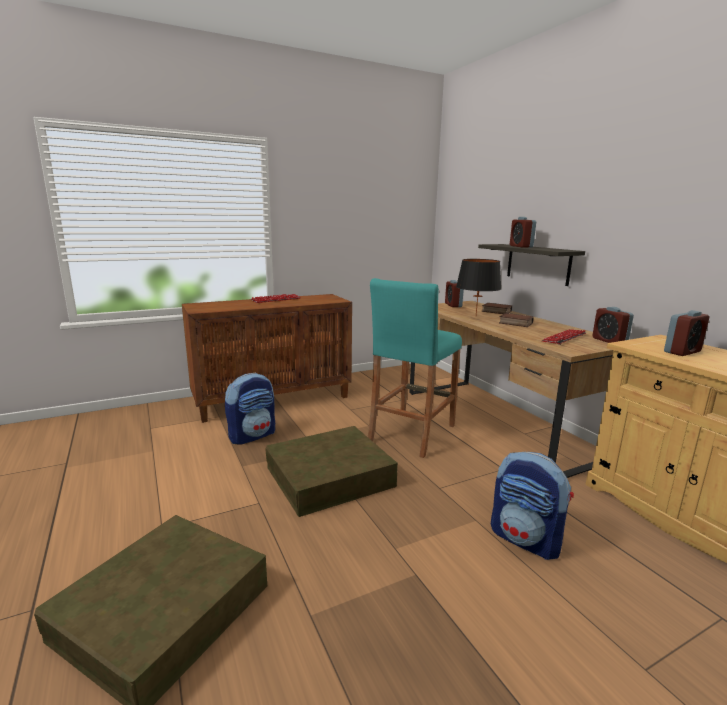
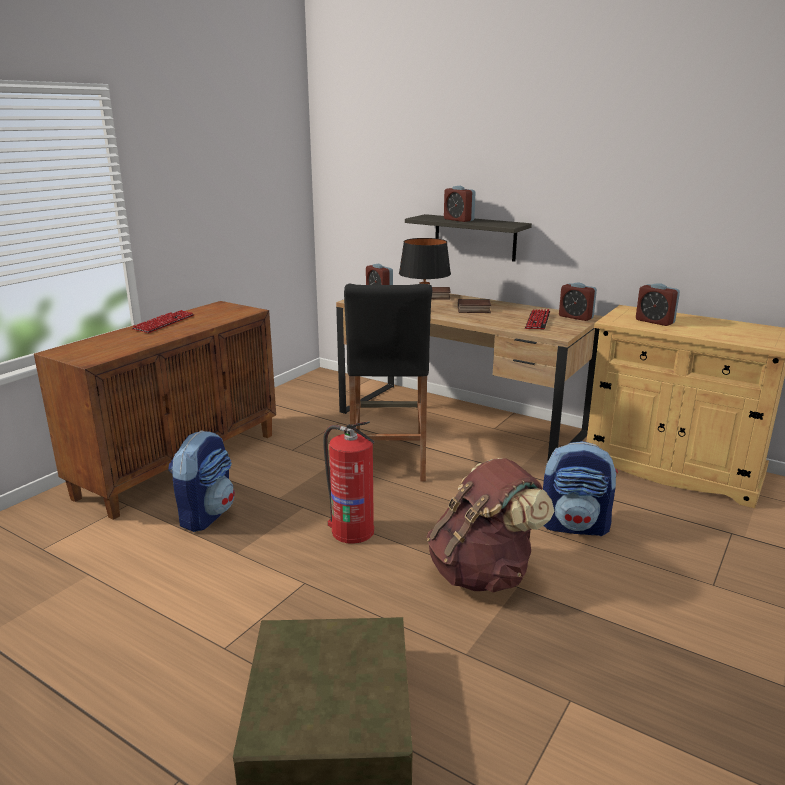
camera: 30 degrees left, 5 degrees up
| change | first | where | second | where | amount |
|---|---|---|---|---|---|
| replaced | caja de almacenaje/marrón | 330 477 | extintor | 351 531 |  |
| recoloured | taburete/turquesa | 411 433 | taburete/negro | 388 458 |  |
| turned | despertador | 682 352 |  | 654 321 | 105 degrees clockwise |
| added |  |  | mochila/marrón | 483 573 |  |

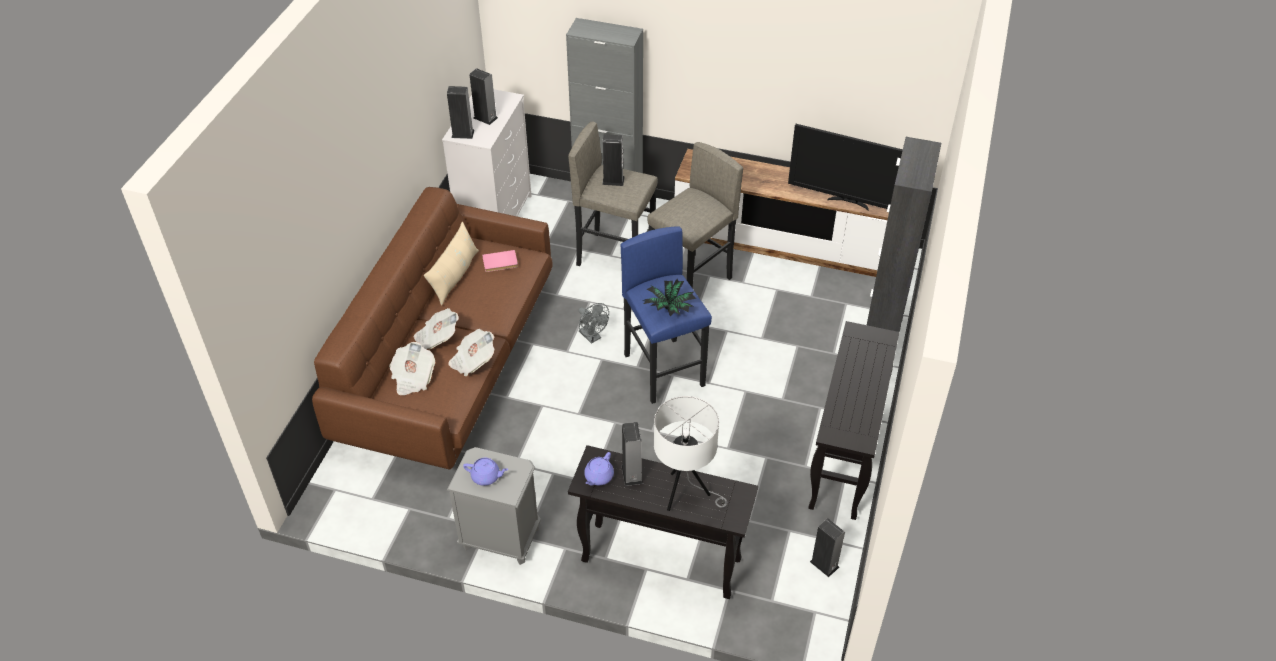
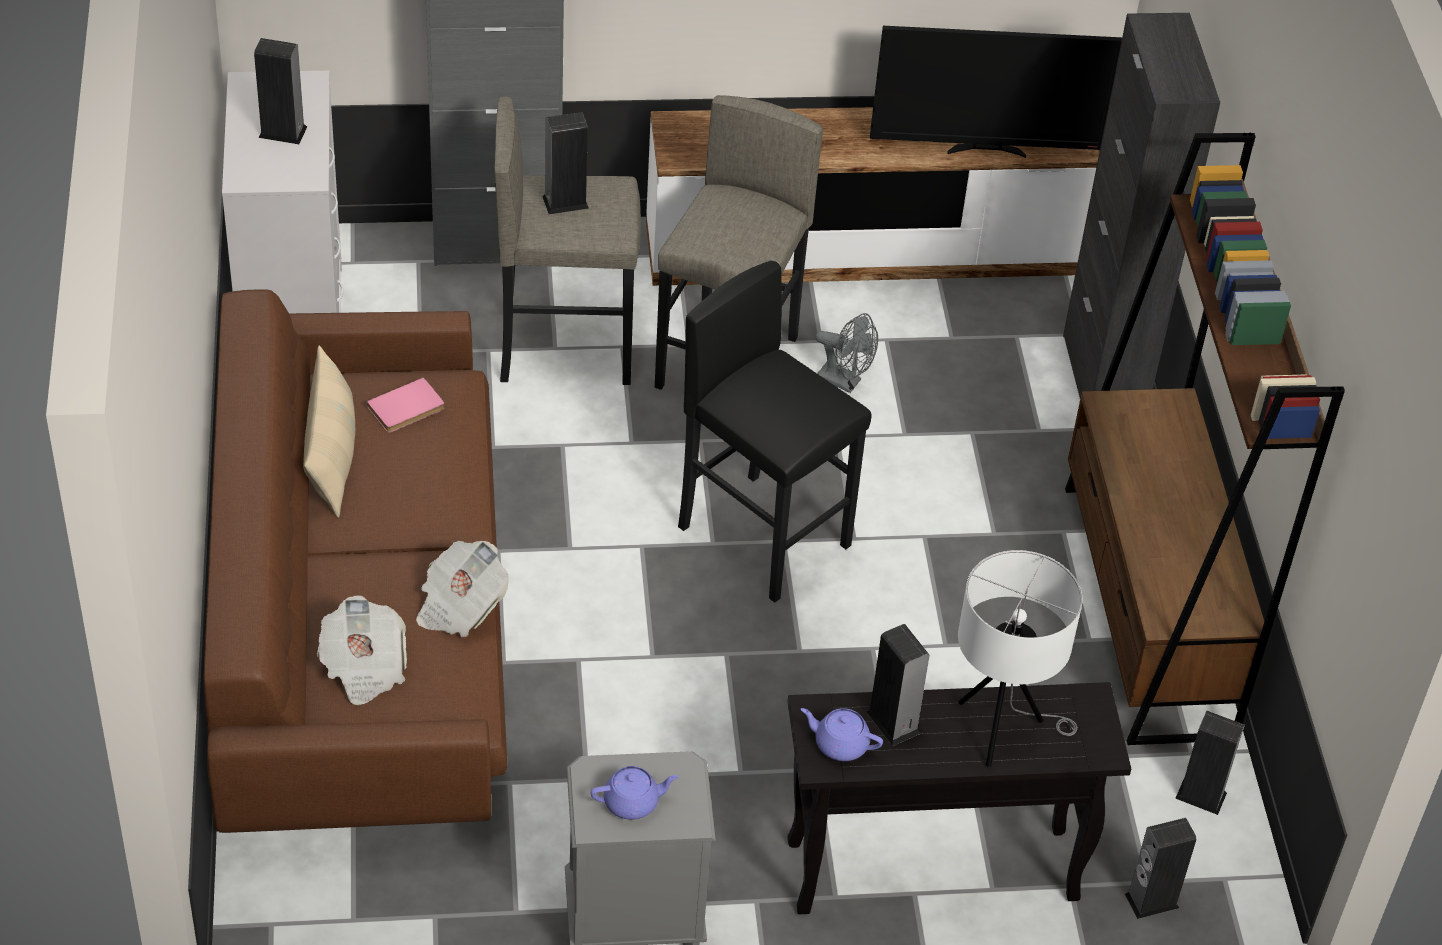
camera: 25 degrees left, 0 degrees up
| change | first | where | second | where | amount |
|---|---|---|---|---|---|
| removed | periódico | 437 338 |  |  |  |
| moved | altavoz | 463 134 |  | 1151 901 |  |
| moved | ventilador/gris | 592 337 |  | 845 382 |  |
| turned | tetera/morado | 598 477 |  | 840 744 | 105 degrees clockwise |
| recoloured | taburete/azul | 664 370 | taburete/negro | 764 536 |  |
| removed | planta en maceta | 669 308 |  |  |  |
| replaced | mesa consola/negro | 844 459 | estantería/marrón | 1147 610 |  |

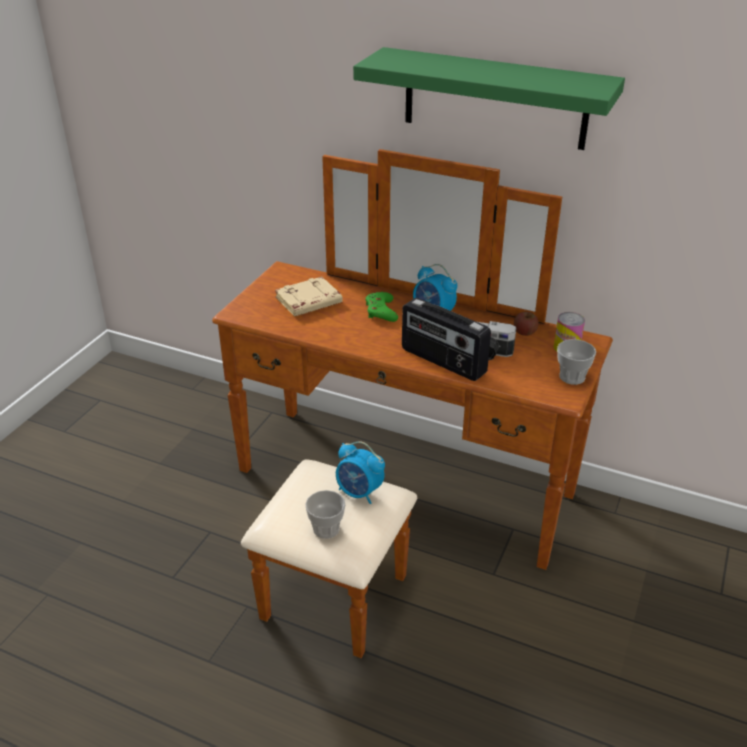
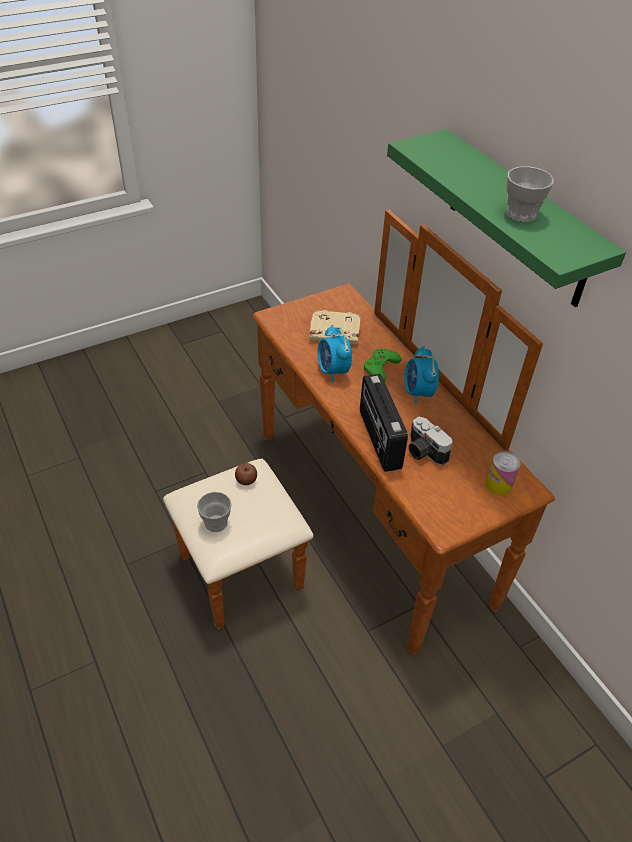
camera: 35 degrees right, 10 degrees up
| change | first | where | second | where | amount |
|---|---|---|---|---|---|
| moved | despertador | 359 492 |  | 333 371 |  |
| moved | manzana | 524 332 |  | 246 480 |  |
| moved | taza | 572 377 |  | 521 214 |  |

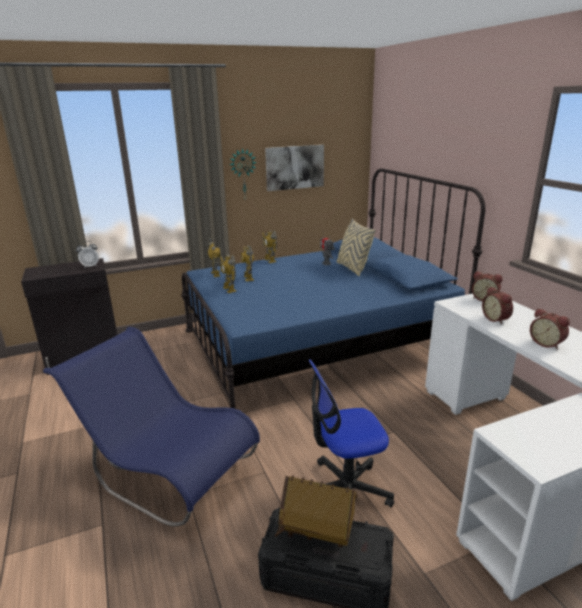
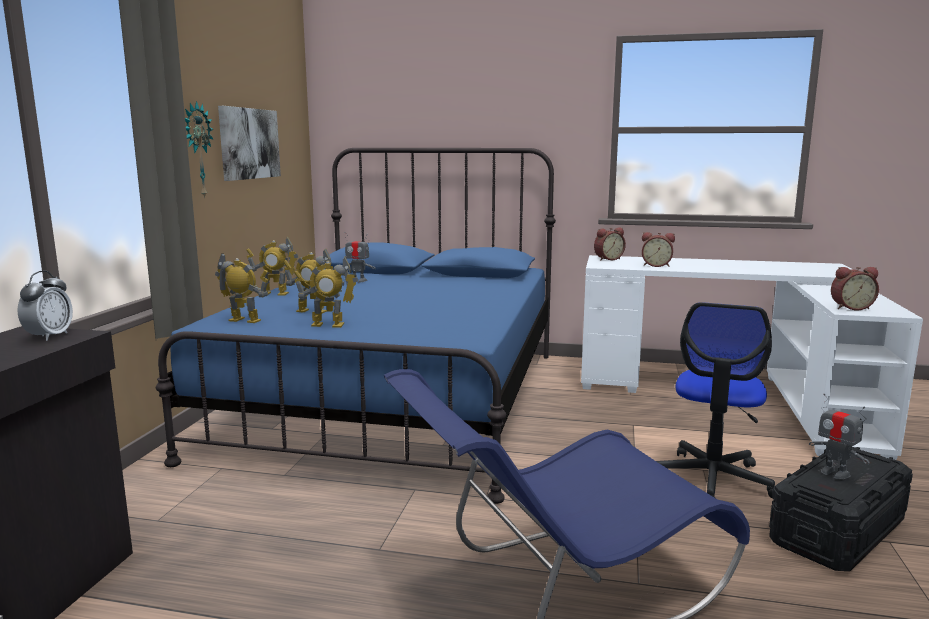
camera: 55 degrees left, 10 degrees down
| change | first | where | second | where | amount |
|---|---|---|---|---|---|
| replaced | casita | 317 532 | robot de juguete | 834 473 |  |
| removed | cojín/beis | 353 268 |  |  |  |
| moved | despertador | 546 343 |  | 850 308 |  |

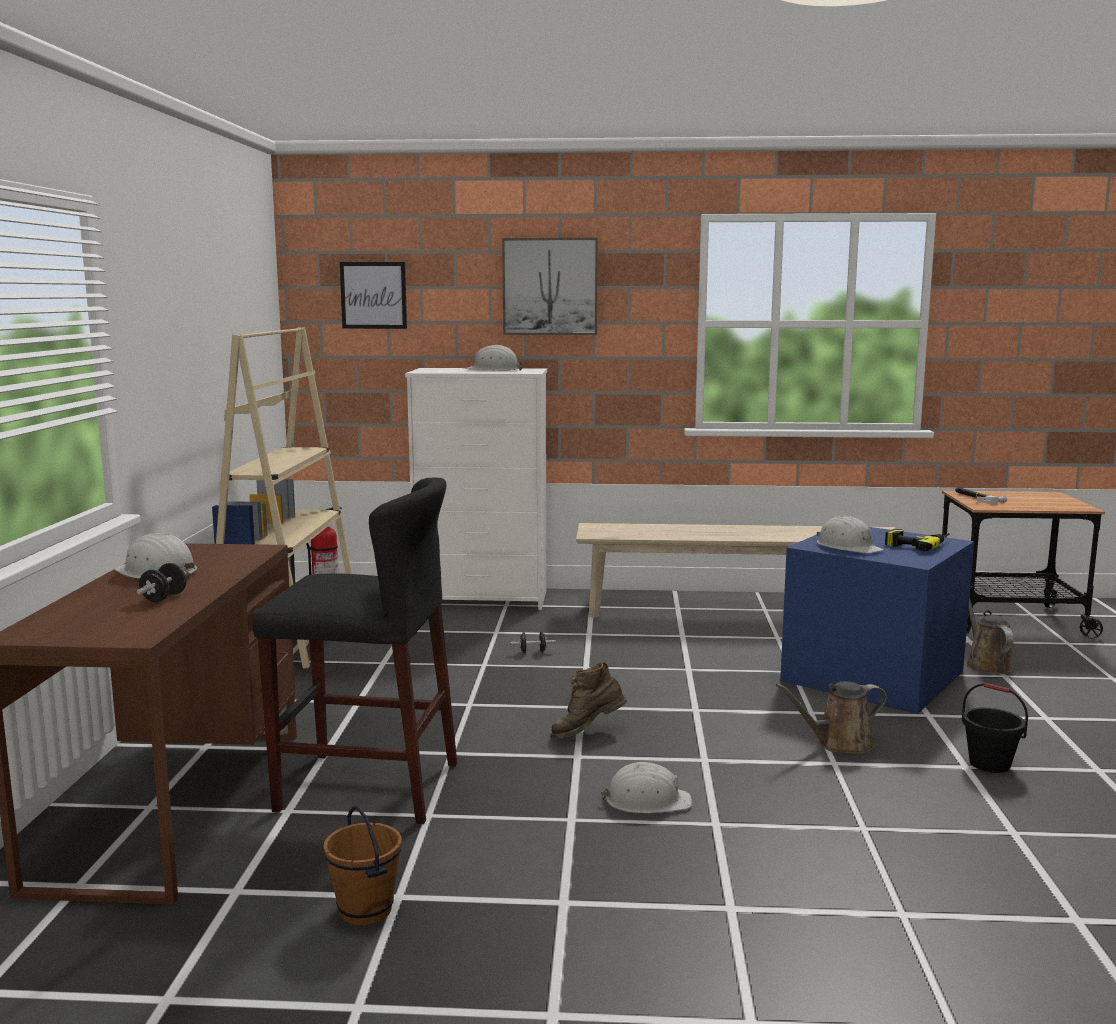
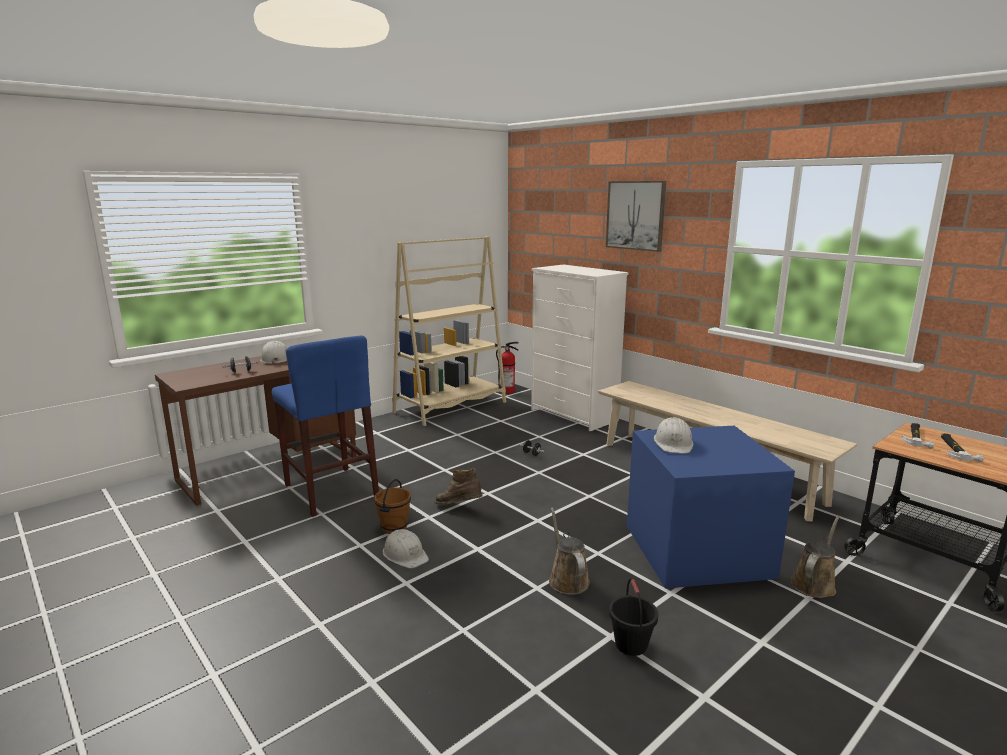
camera: 45 degrees right, 5 degrees up
| change | first | where | second | where | amount |
|---|---|---|---|---|---|
| recoloured | taburete/negro | 368 786 | taburete/azul | 331 490 |  |
| moved | cubo/marrón | 366 910 |  | 394 528 |  |
| removed | cuadro | 373 295 |  |  |  |
| removed | casco/blanco | 493 370 |  |  |  |
| turned | regadera/marrón | 839 744 |  | 567 579 | 45 degrees clockwise |
| removed | taladro | 918 544 |  |  |  |
| added |  |  | martillo | 955 449 |  |

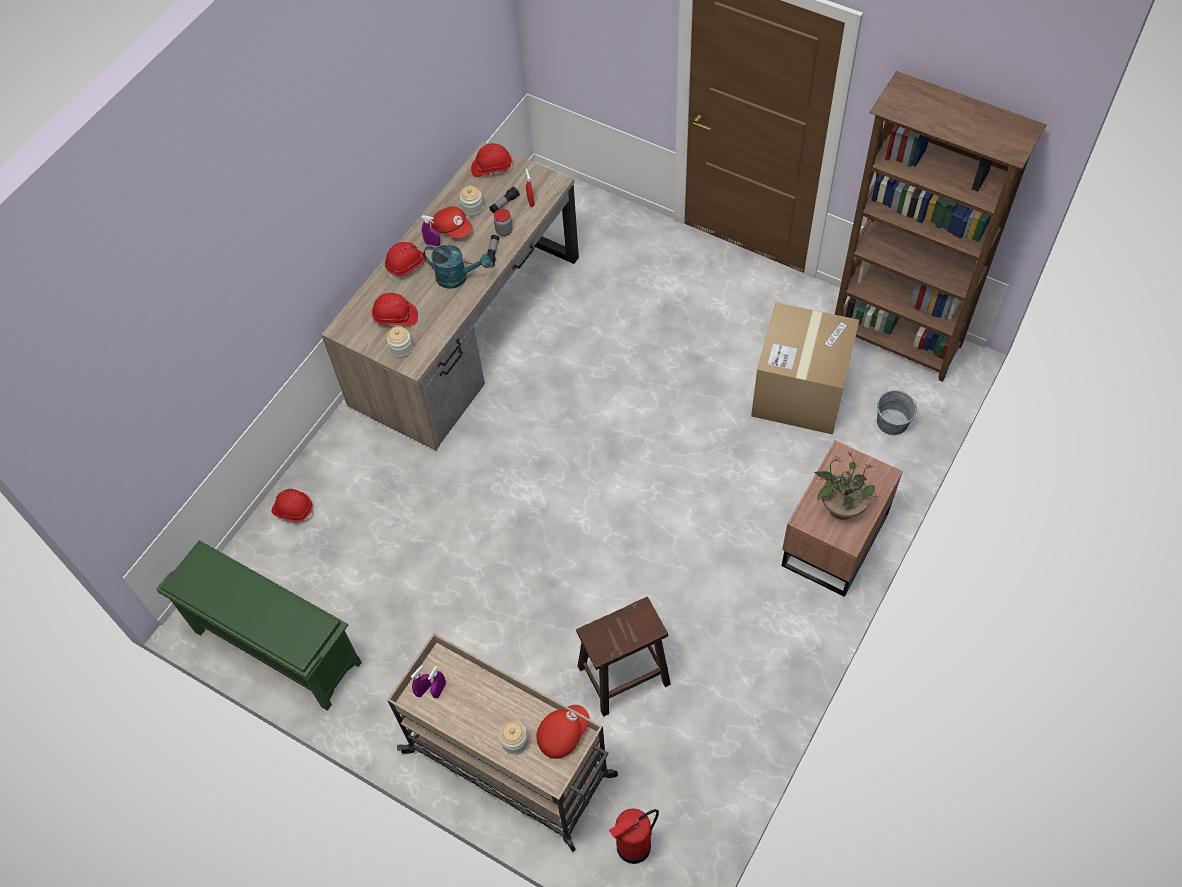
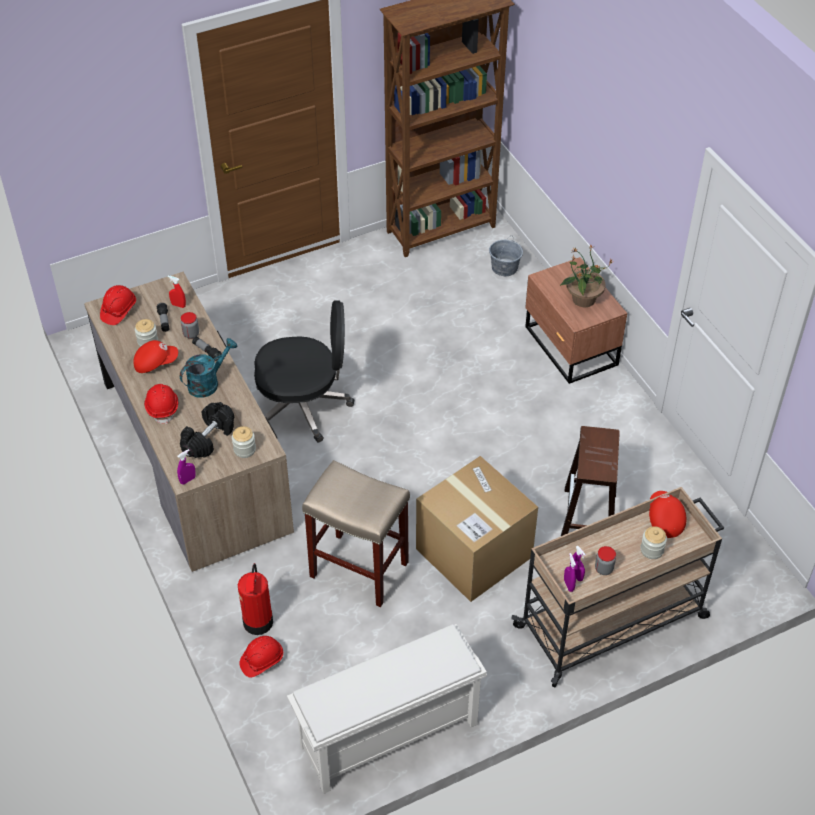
camera: 60 degrees left, 10 degrees down
| change | first | where | second | where | amount |
|---|---|---|---|---|---|
| recoloured | zapatero/verde | 275 647 | zapatero/blanco | 388 736 |  |
| replaced | casco/rojo | 395 317 | mancuerna/negro | 208 439 |  |
| moved | pulverizador/morado | 432 243 |  | 188 480 |  |
| moved | extintor | 633 846 |  | 258 622 |  |
| moved | caja de cartón | 800 392 |  | 474 553 |  |
| added |  |  | silla de oficina/negro | 304 406 |  |
| added |  |  | taburete/beis | 357 569 |  |
| added |  |  | tarro | 604 569 |  |

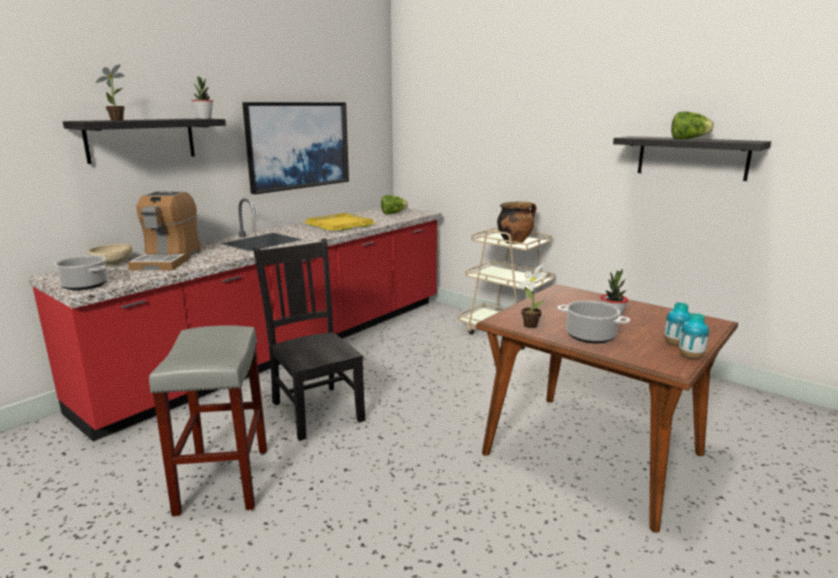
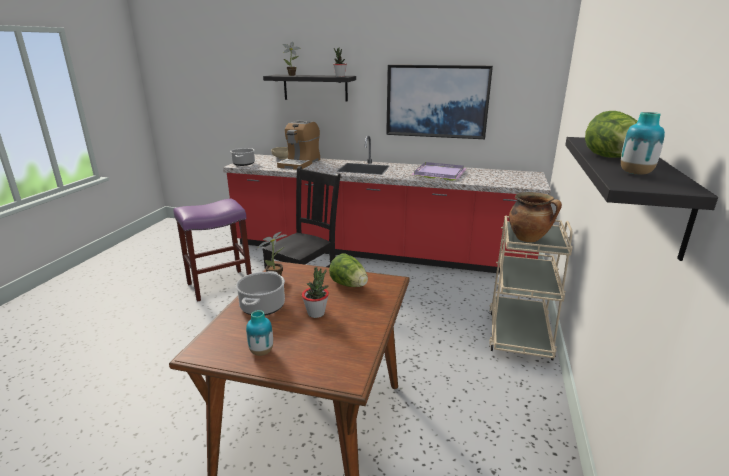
camera: 65 degrees right, 5 degrees up
| change | first | where | second | where | amount |
|---|---|---|---|---|---|
| turned | cafetera | 168 259 |  | 300 163 | 45 degrees counterclockwise |
| recoloured | taburete/gris | 223 479 | taburete/morado | 220 284 |  |
| recoloured | bandeja/amarillo | 338 225 | bandeja/morado | 438 173 |  |
| moved | lechuga | 393 213 |  | 349 285 |  |
| moved | florero | 690 357 |  | 635 173 |  |

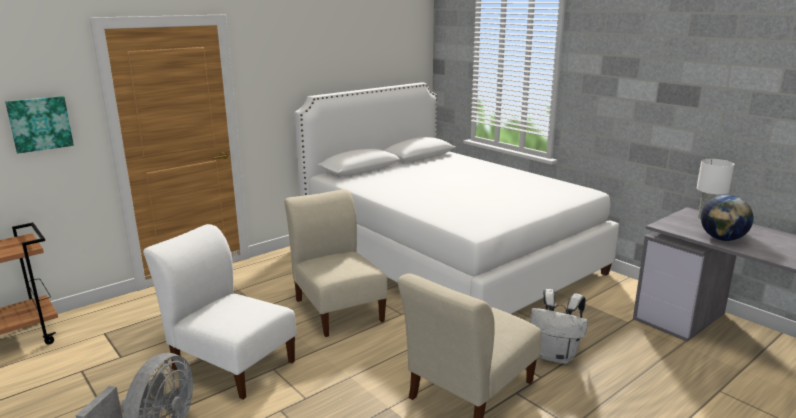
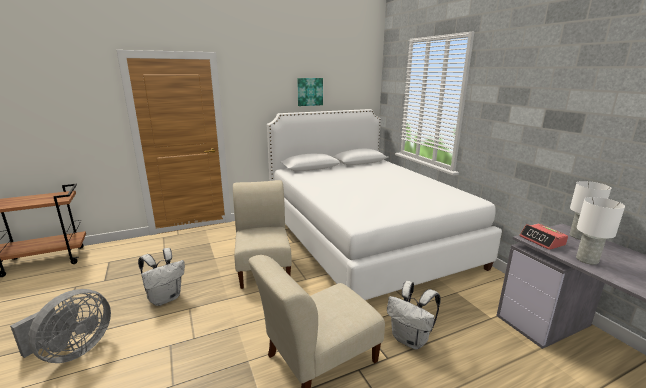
camera: 15 degrees right, 0 degrees up
| change | first | where | second | where | amount |
|---|---|---|---|---|---|
| moved | cuadro | 40 123 |  | 309 91 |  |
| replaced | silla/blanco | 230 363 | mochila/blanco | 165 298 |  |
| replaced | globo terráqueo | 722 239 | lámpara de mesa/blanco | 587 259 |  |
| added |  |  | despertador | 542 241 |  |

